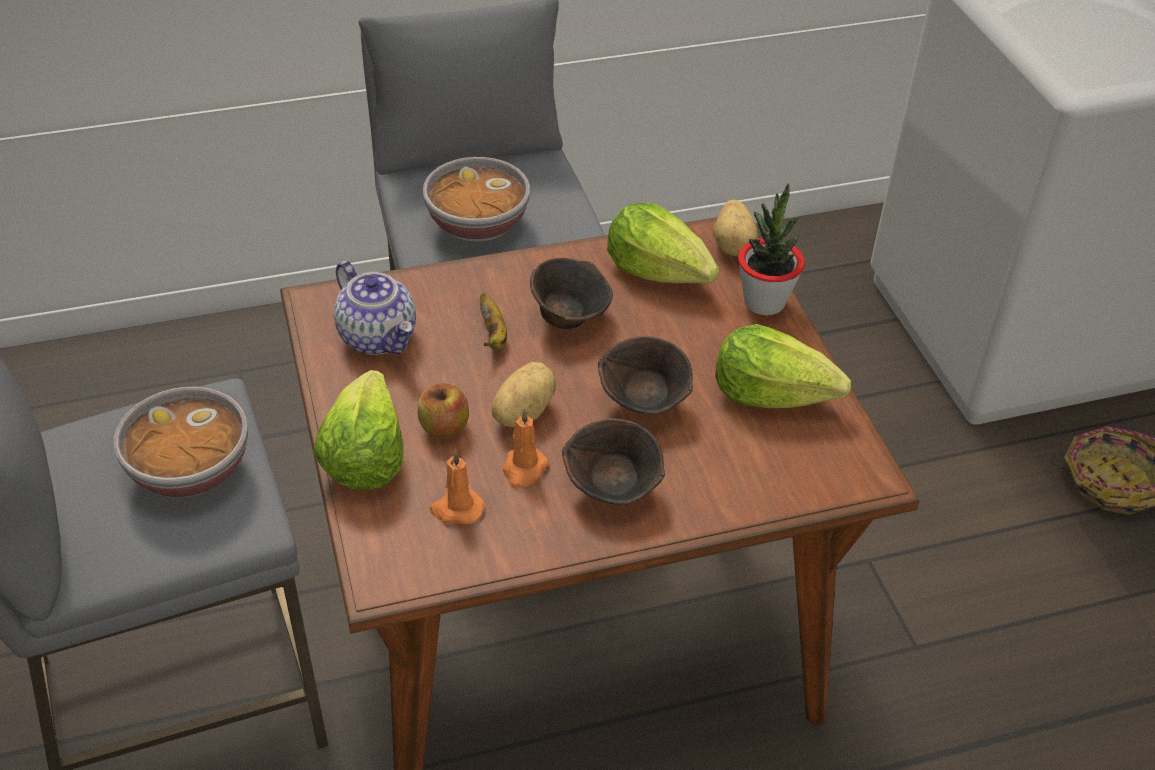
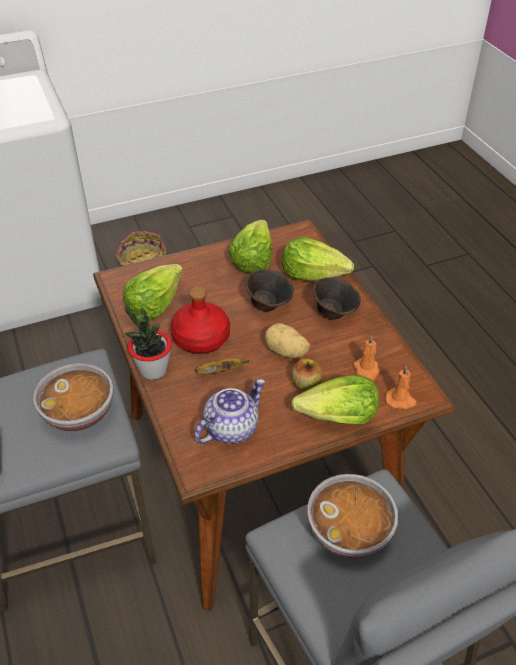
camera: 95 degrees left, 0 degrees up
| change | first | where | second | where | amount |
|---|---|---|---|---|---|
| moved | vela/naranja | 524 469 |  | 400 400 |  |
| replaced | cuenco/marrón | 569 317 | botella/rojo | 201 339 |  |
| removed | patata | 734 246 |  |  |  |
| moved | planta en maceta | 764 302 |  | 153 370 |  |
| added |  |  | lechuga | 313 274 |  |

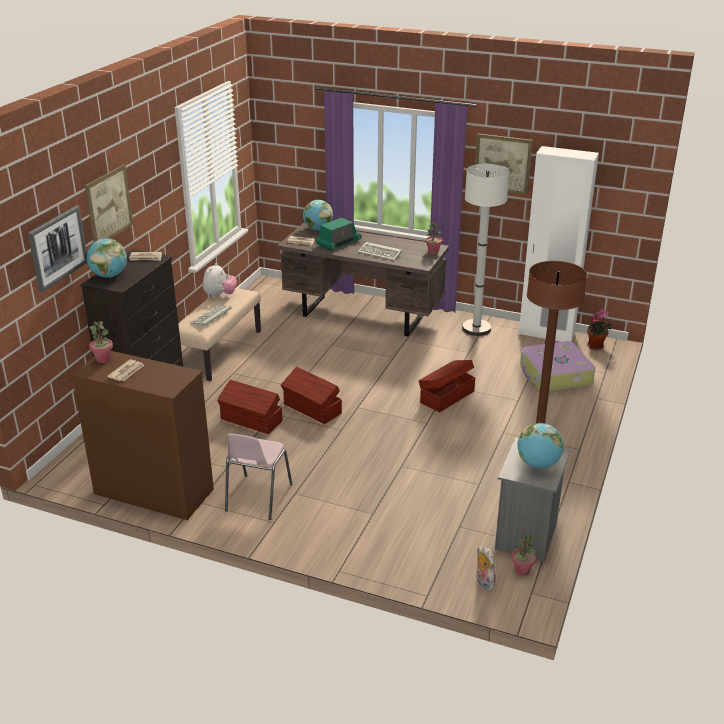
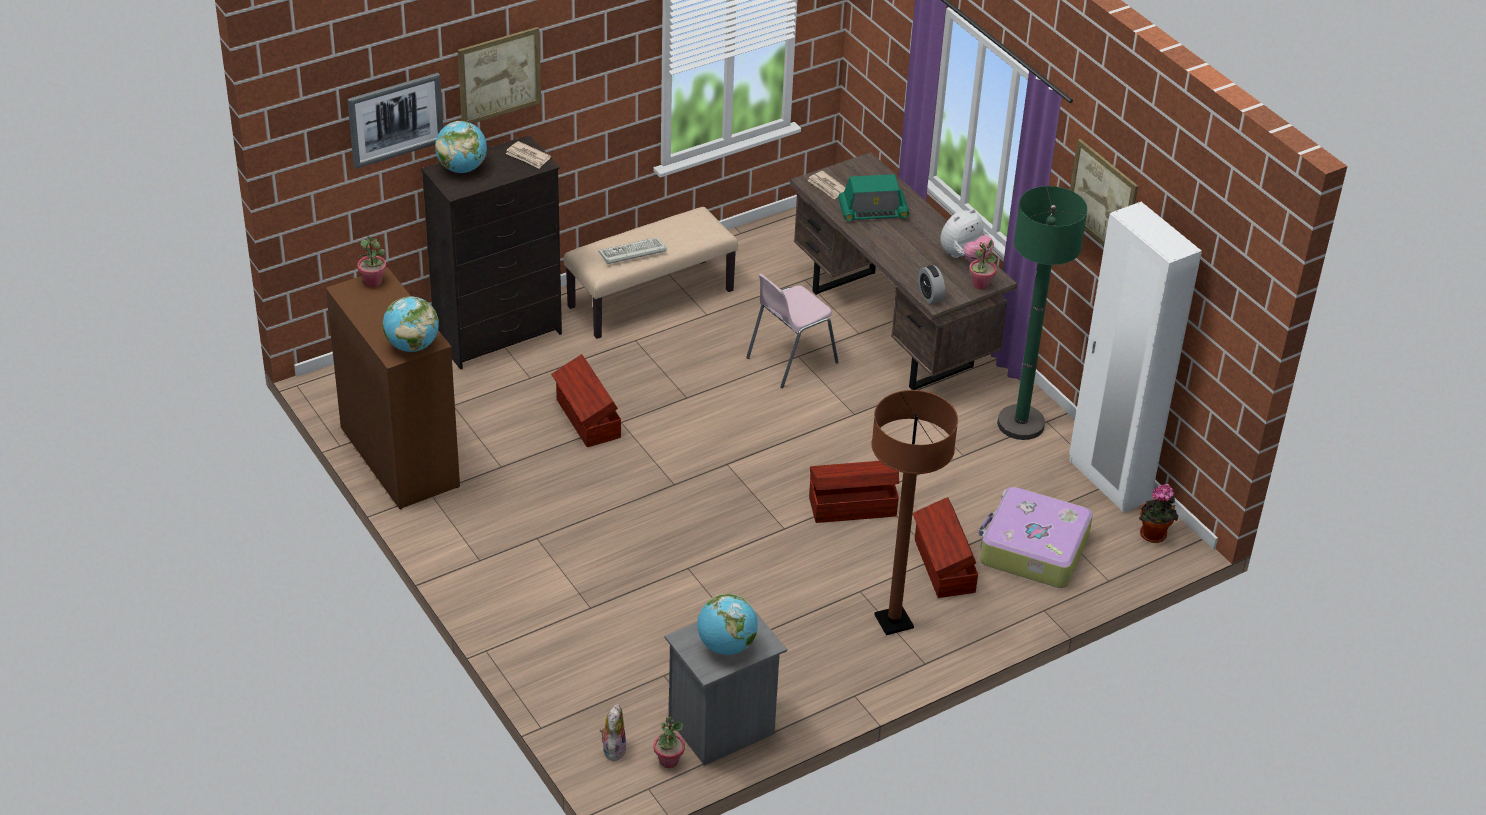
camera: 35 degrees right, 10 degrees up
| change | first | where | second | where | amount |
|---|---|---|---|---|---|
| removed | periódico | 127 372 |  |  |  |
| moved | peluche | 220 295 |  | 964 257 |  |
| moved | silla/rosa | 257 498 |  | 790 360 |  |
| moved | caja de almacenaje/marrón | 312 409 |  | 943 566 |  |
| moved | globo terráqueo | 318 229 |  | 412 345 |  |
| removed | teclado | 381 253 |  |  |  |
| recoloured | lámpara de pie/blanco | 476 328 | lámpara de pie/verde | 1020 424 |  |
| added |  |  | despertador | 930 296 |  |

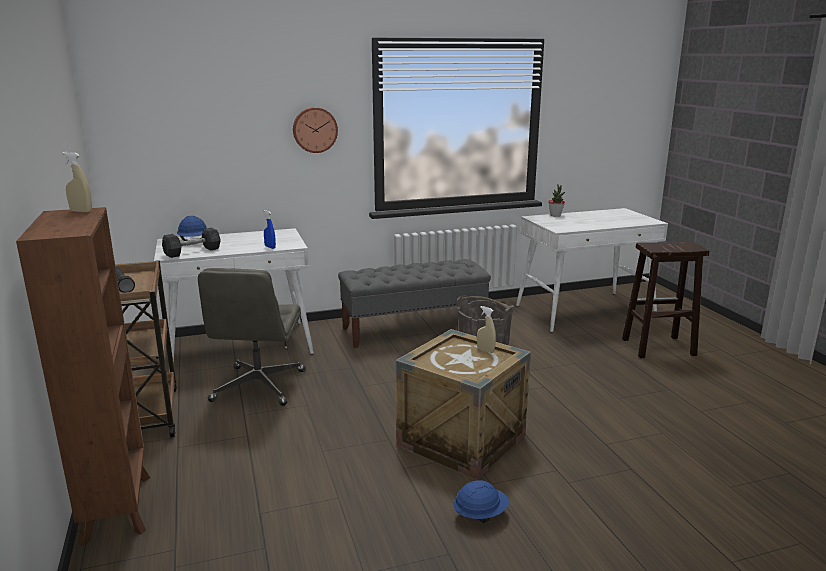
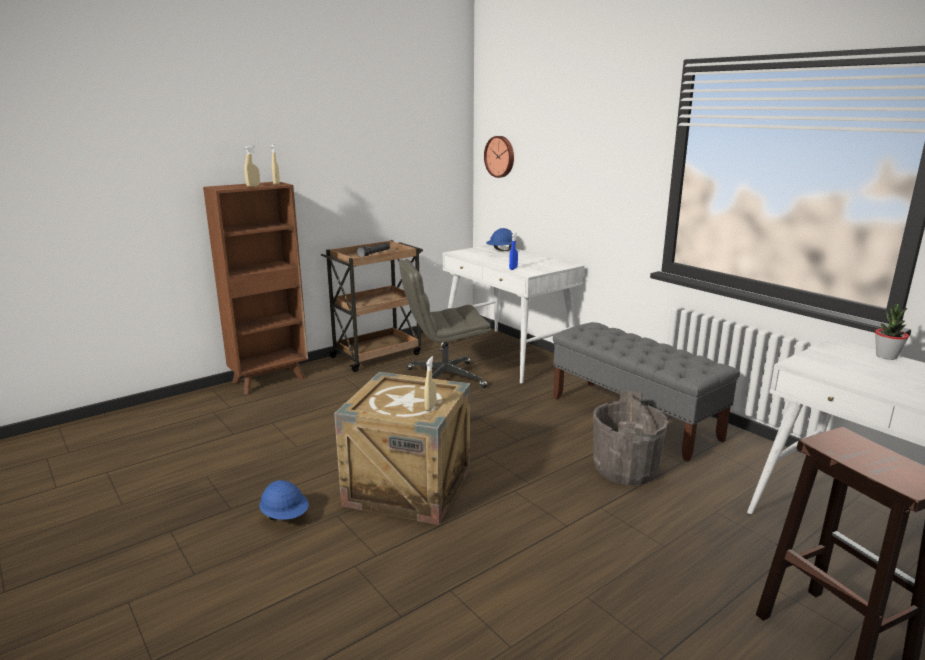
camera: 70 degrees right, 0 degrees up
| change | first | where | second | where | amount |
|---|---|---|---|---|---|
| removed | mancuerna/gris | 192 252 |  |  |  |
| moved | reloj de pared | 314 130 |  | 500 156 |  |
| added |  |  | pulverizador/beis | 253 186 |  |

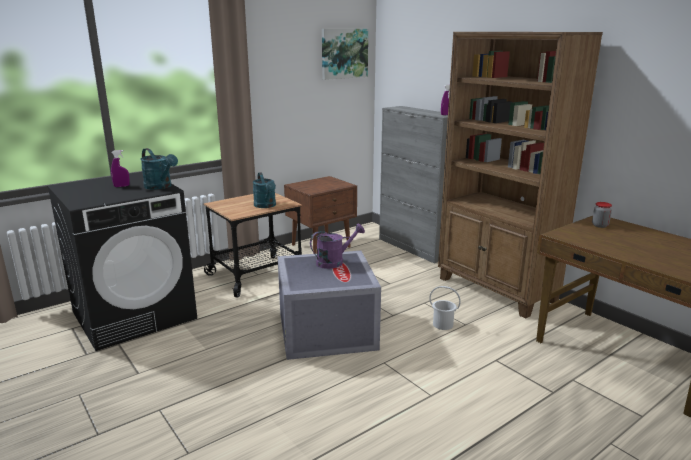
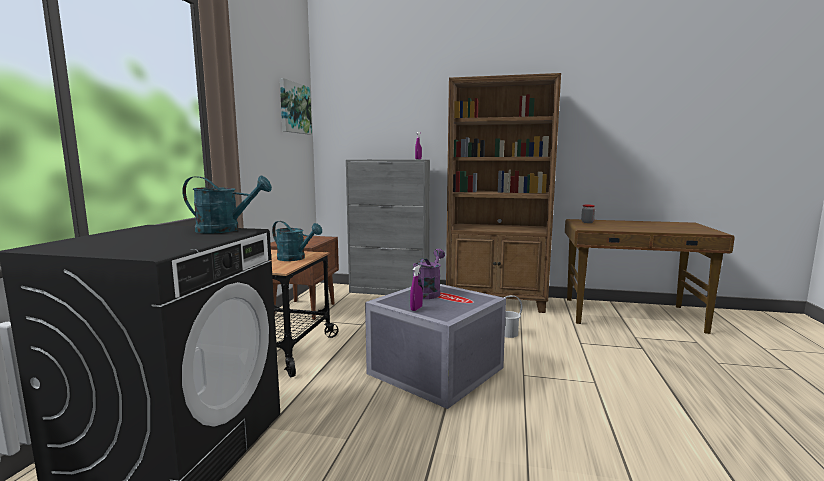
camera: 40 degrees left, 10 degrees down
| change | first | where | second | where | amount |
|---|---|---|---|---|---|
| moved | pulverizador/morado | 121 186 |  | 416 309 |  |

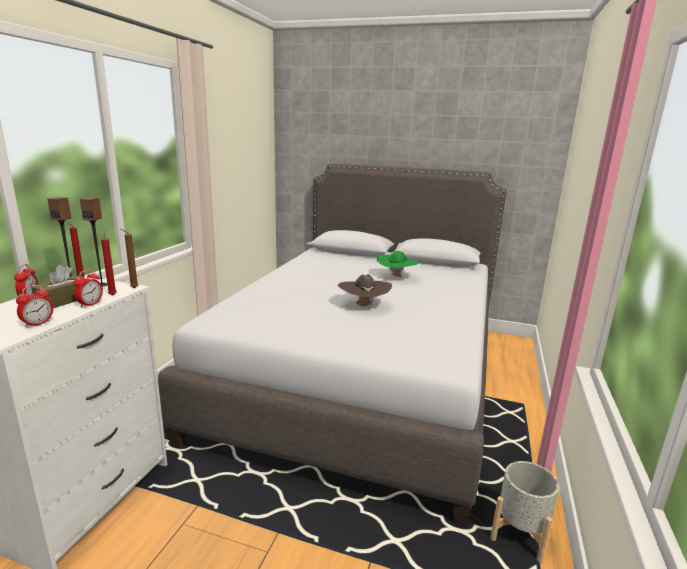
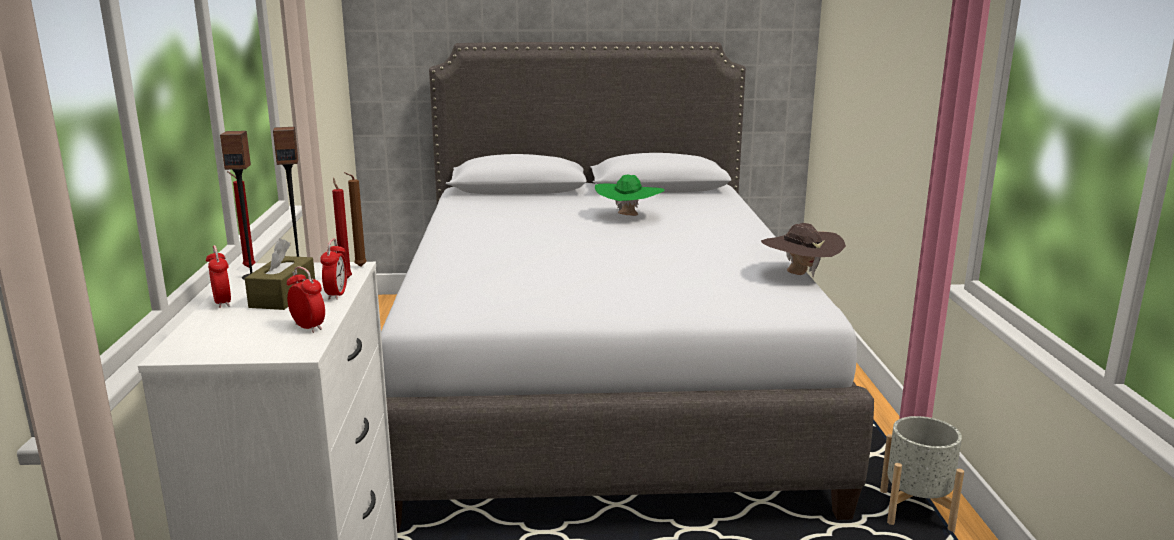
camera: 20 degrees left, 0 degrees up
| change | first | where | second | where | amount |
|---|---|---|---|---|---|
| turned | despertador | 38 324 |  | 308 327 | 60 degrees counterclockwise |
| moved | sombrero/marrón | 363 306 |  | 799 275 |  |

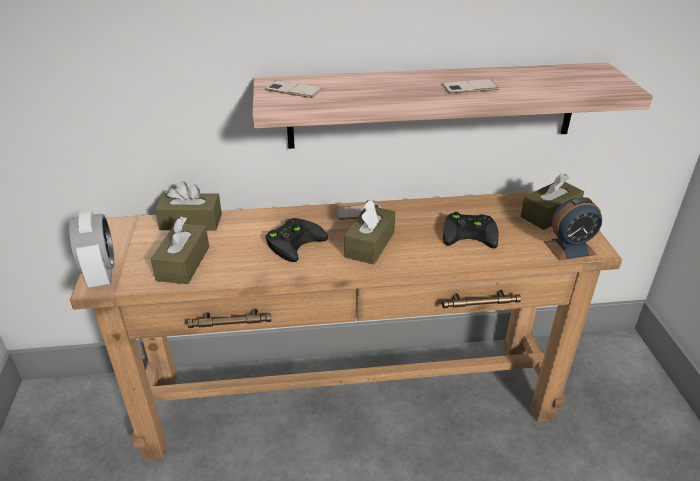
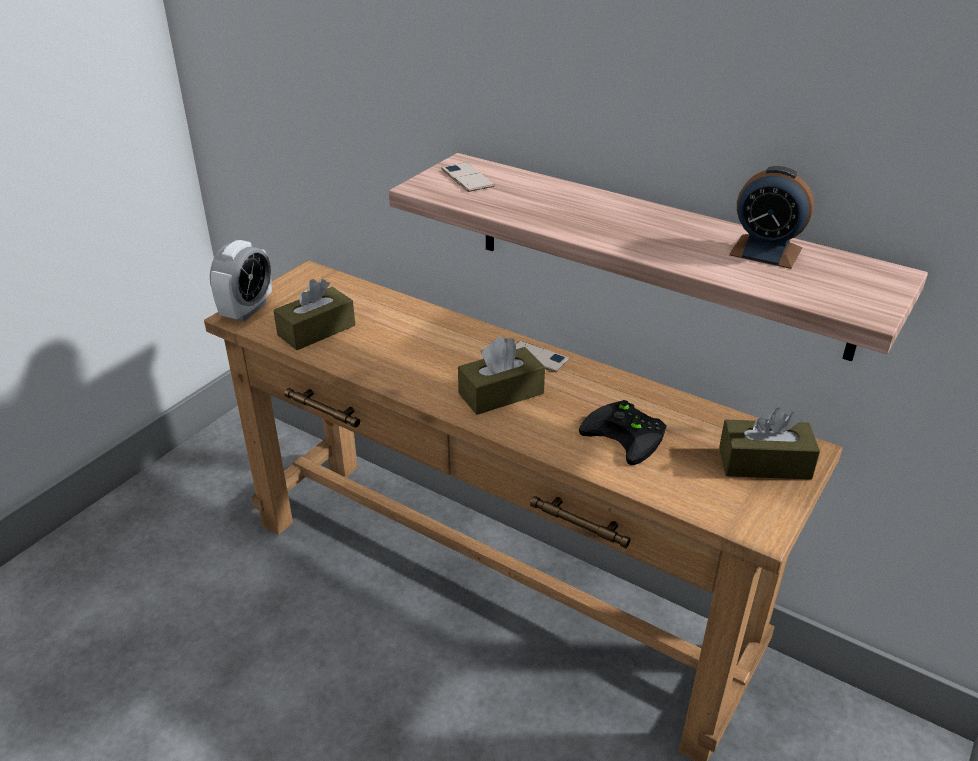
camera: 40 degrees right, 0 degrees up
| change | first | where | second | where | amount |
|---|---|---|---|---|---|
| removed | caja de pañuelos/marrón | 191 222 |  |  |  |
| removed | mando de consola/negro | 294 241 |  |  |  |
| removed | móvil | 470 87 |  |  |  |
| moved | despertador | 569 248 |  | 765 251 |  |

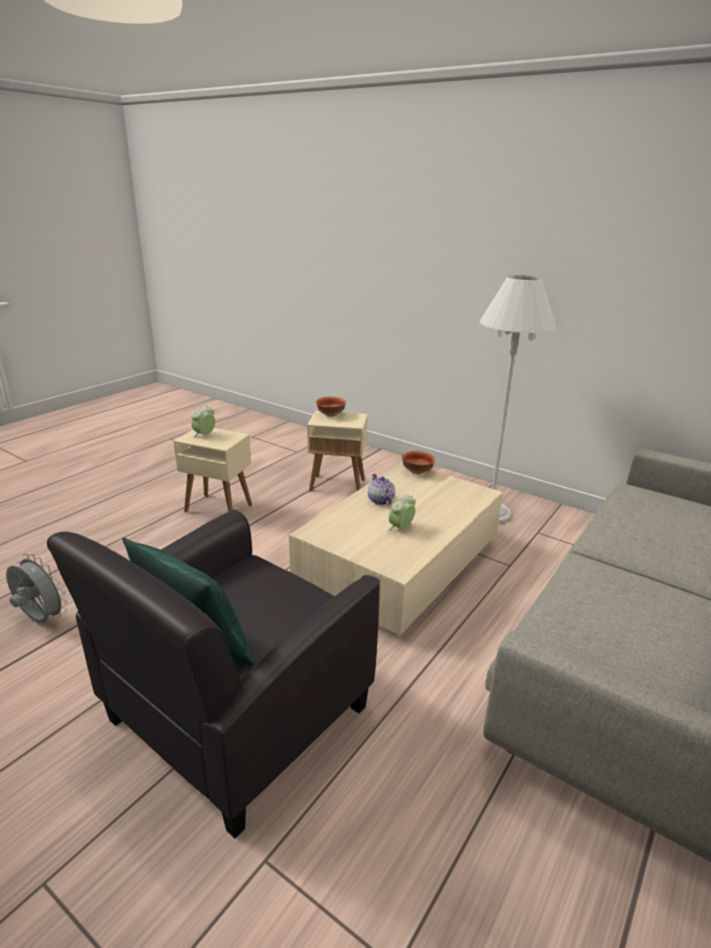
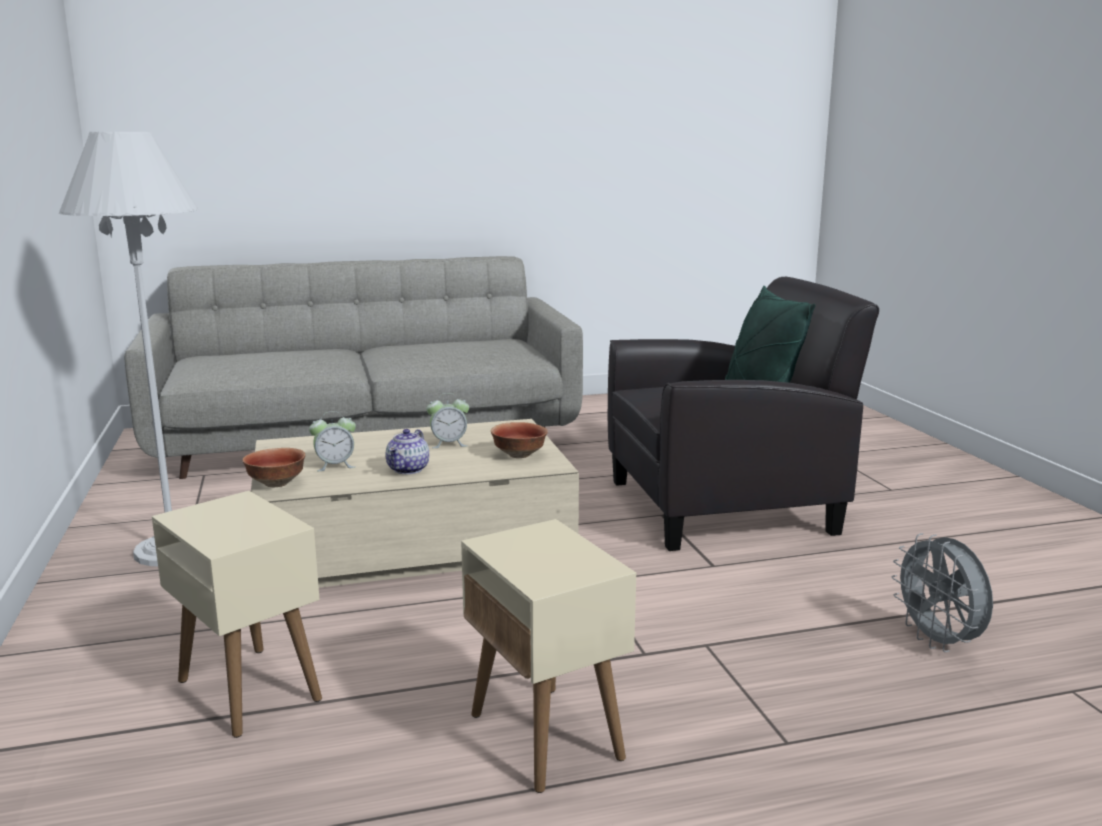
camera: 140 degrees left, 10 degrees down
| change | first | where | second | where | amount |
|---|---|---|---|---|---|
| moved | despertador | 204 435 |  | 335 466 |  |
| moved | cuenco | 331 415 |  | 519 455 |  |

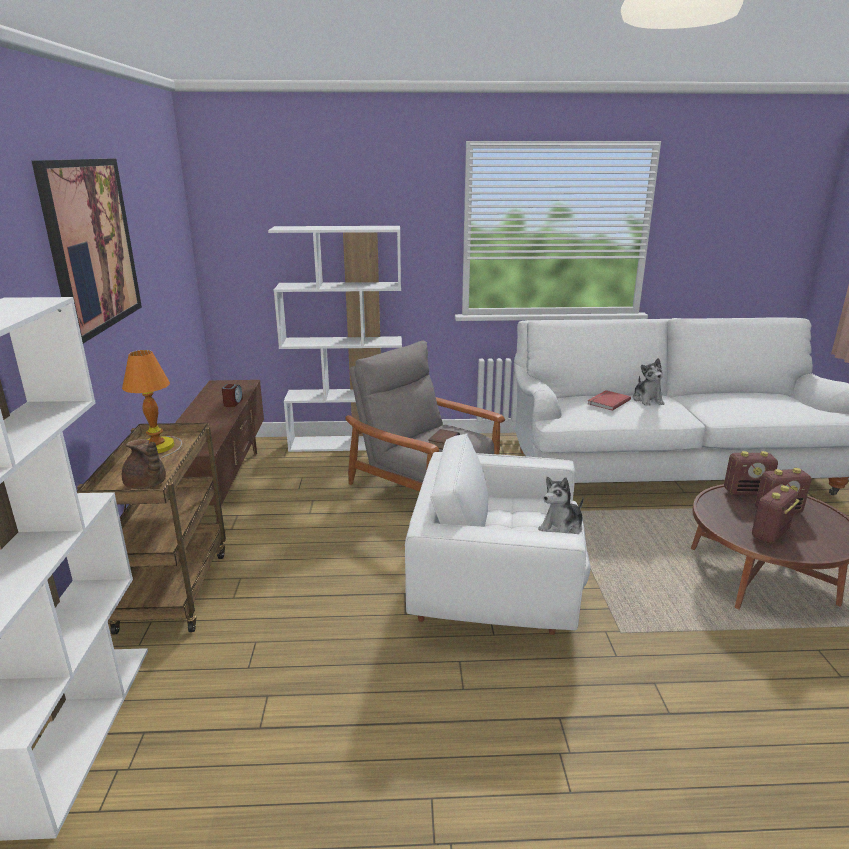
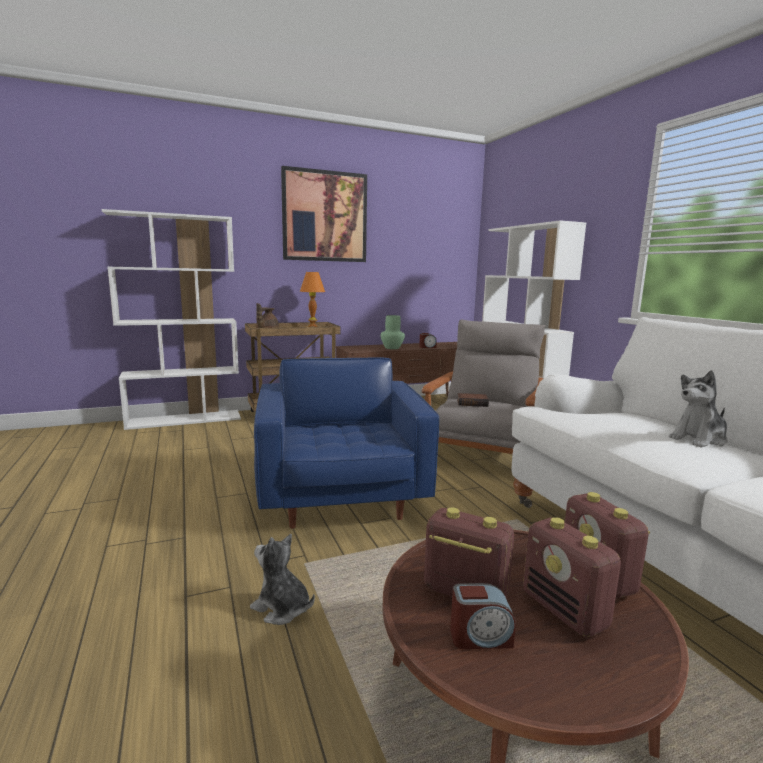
camera: 70 degrees right, 10 degrees down
| change | first | where | second | where | amount |
|---|---|---|---|---|---|
| recoloured | sillón/blanco | 496 591 | sillón/azul | 341 498 |  |
| moved | peluche | 562 528 |  | 282 608 |  |
| removed | libro/rojo | 607 402 |  |  |  |
| added |  |  | florero/verde | 392 348 |  |
| added |  |  | despertador | 480 637 |  |

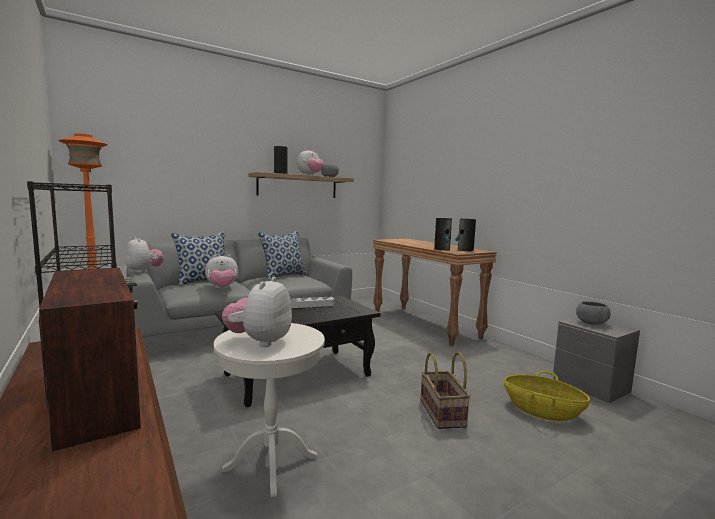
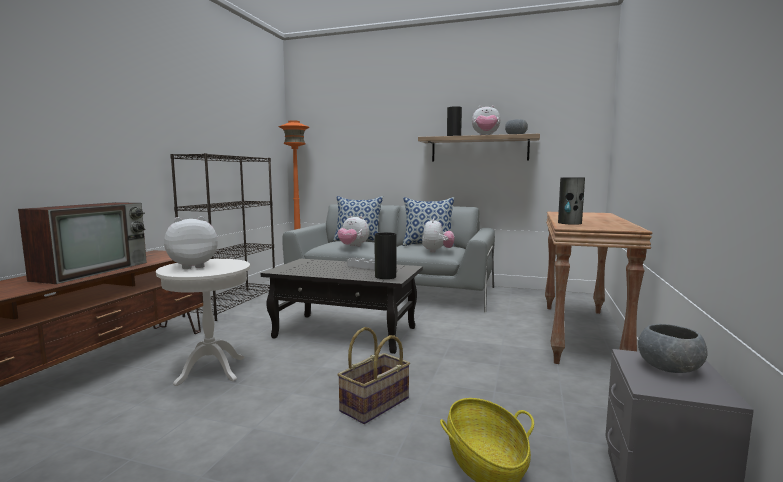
camera: 50 degrees right, 0 degrees up
| change | first | where | second | where | amount |
|---|---|---|---|---|---|
| moved | peluche | 144 271 |  | 437 251 |  |
| moved | florero | 465 250 |  | 385 276 |  |

